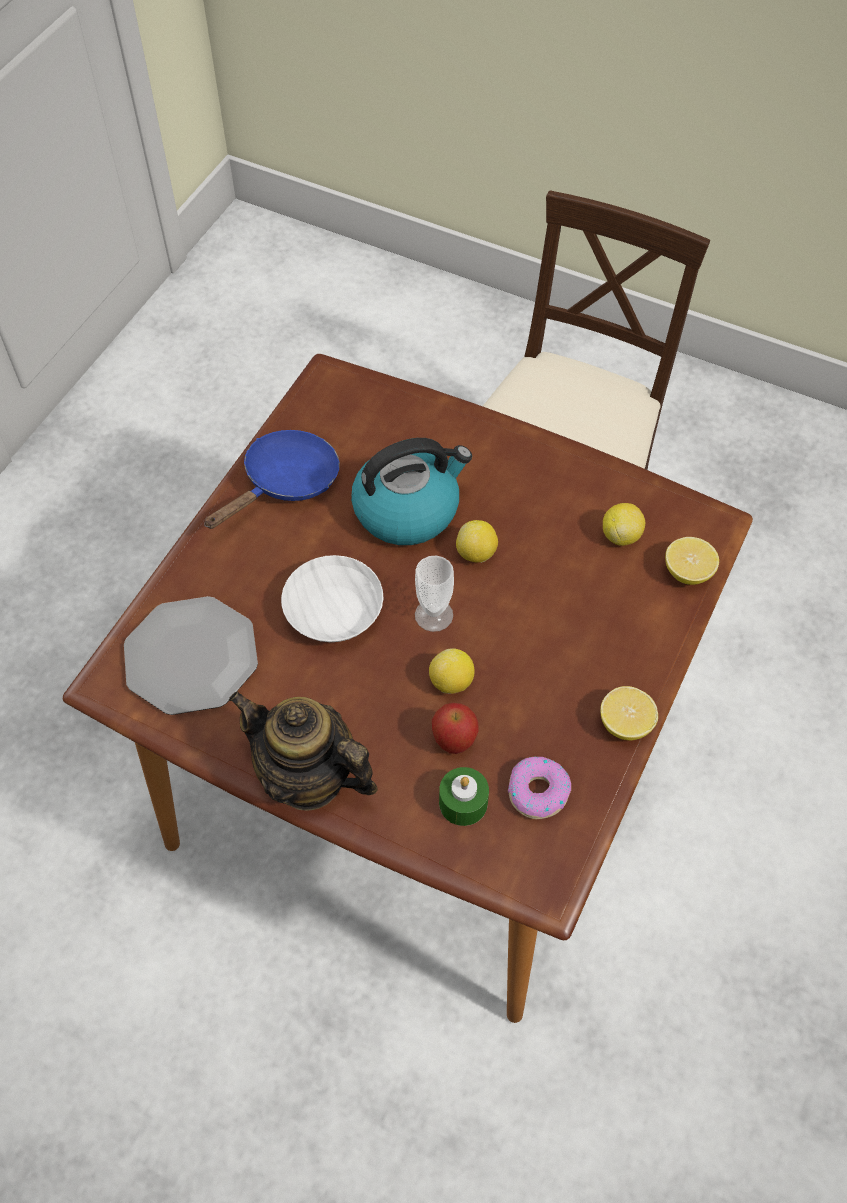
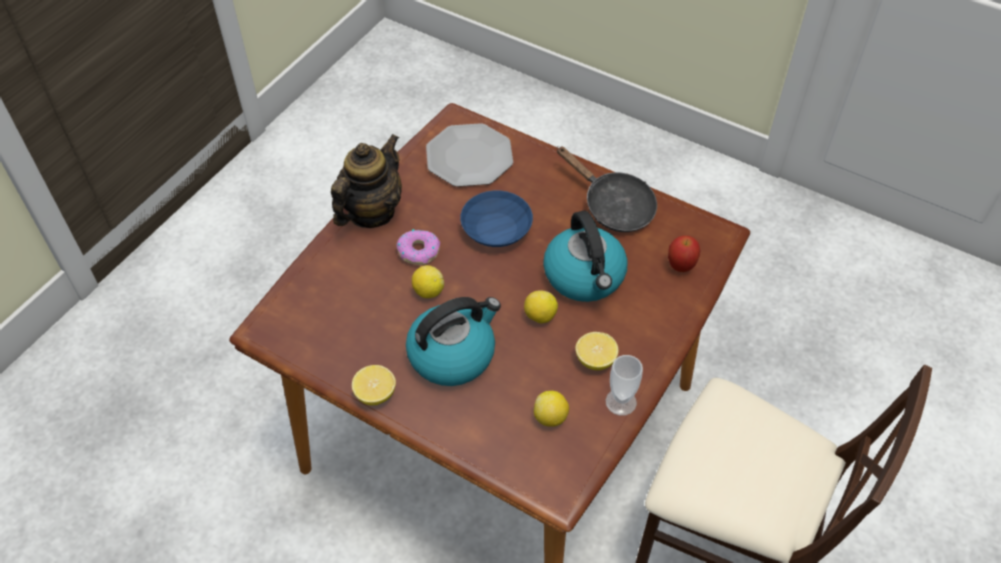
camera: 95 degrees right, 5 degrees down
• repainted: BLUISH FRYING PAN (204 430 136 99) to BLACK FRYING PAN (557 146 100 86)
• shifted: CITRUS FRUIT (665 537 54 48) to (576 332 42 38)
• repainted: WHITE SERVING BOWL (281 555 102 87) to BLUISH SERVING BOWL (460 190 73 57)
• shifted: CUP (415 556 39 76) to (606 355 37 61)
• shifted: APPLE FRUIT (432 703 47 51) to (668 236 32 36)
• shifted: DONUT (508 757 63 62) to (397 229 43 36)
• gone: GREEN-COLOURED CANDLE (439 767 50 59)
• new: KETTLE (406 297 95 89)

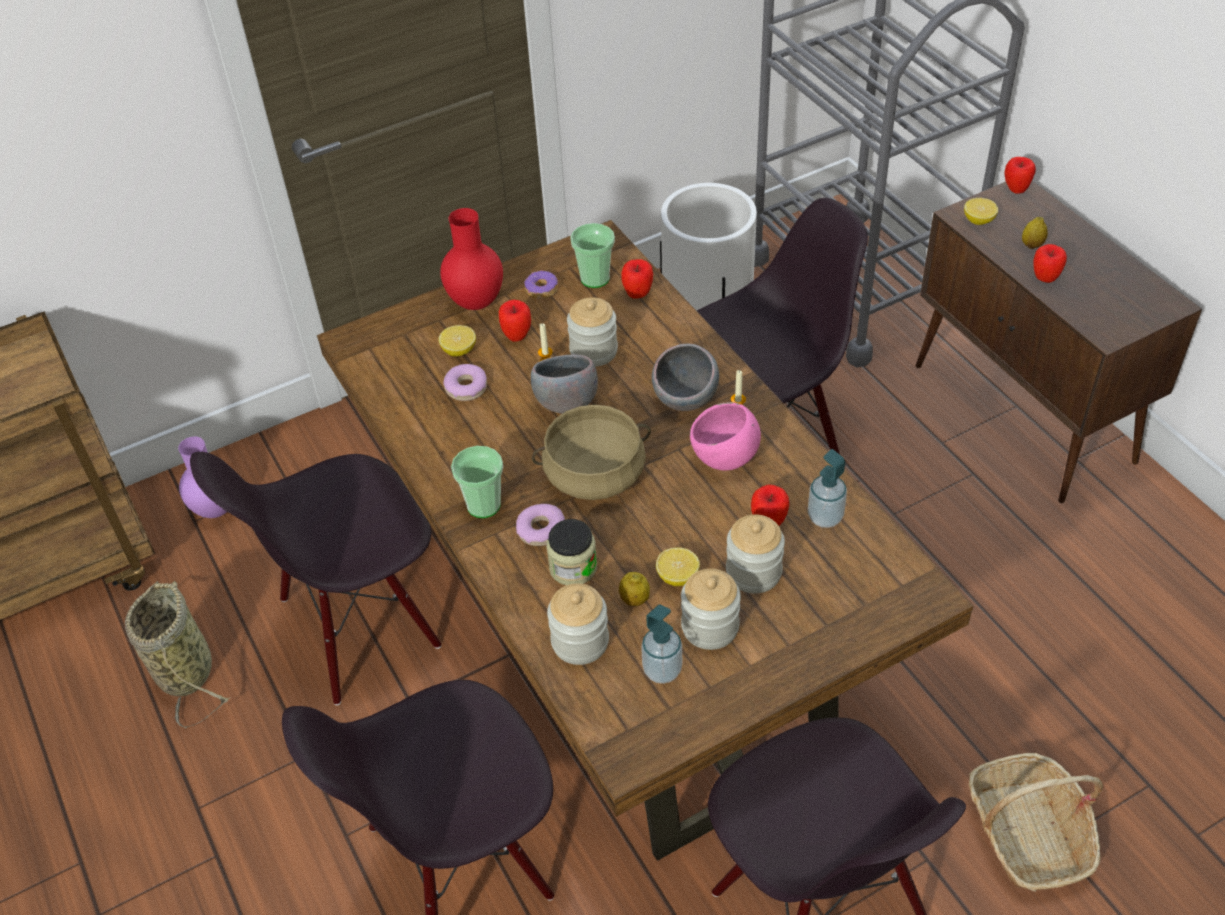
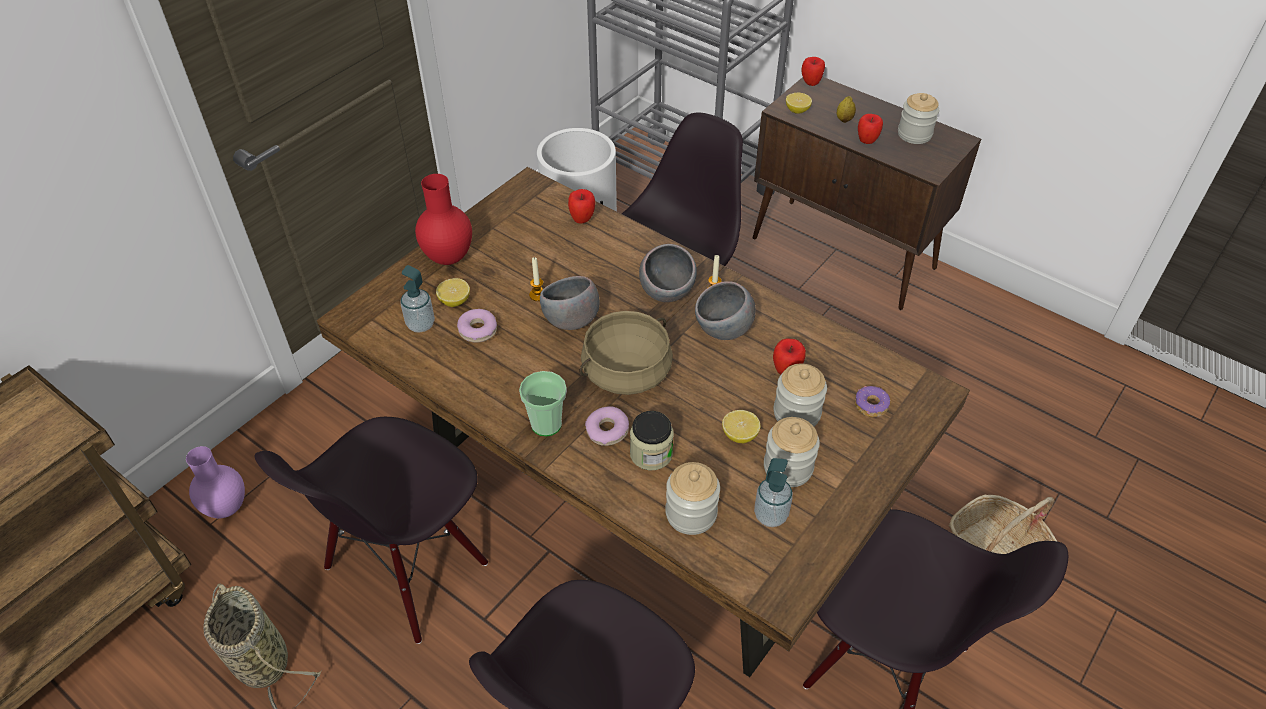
camera: 25 degrees left, 0 degrees up
• gone: CUP (570 223 45 65)
• shifted: DONUT (524 270 34 29) to (855 386 35 31)
• shifted: STORAGE JAR (567 297 51 70) to (898 93 41 51)
• gone: APPLE FRUIT (499 300 32 42)
• repainted: PINKISH SERVING BOWL (690 402 71 68) to GREY SERVING BOWL (695 281 61 59)
• shifted: SOAP BOTTLE (808 449 39 79) to (400 265 35 68)
• gone: CITRUS FRUIT (619 572 31 34)

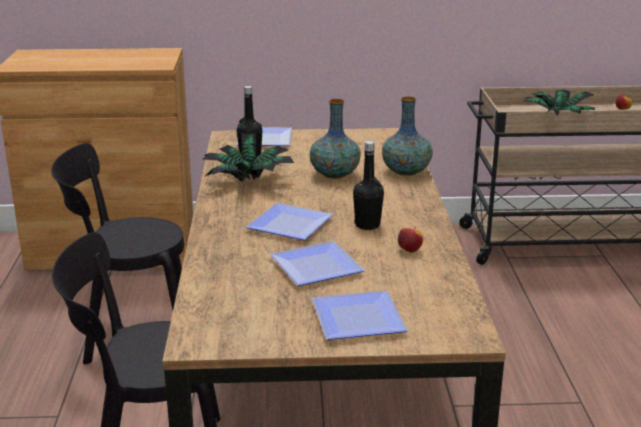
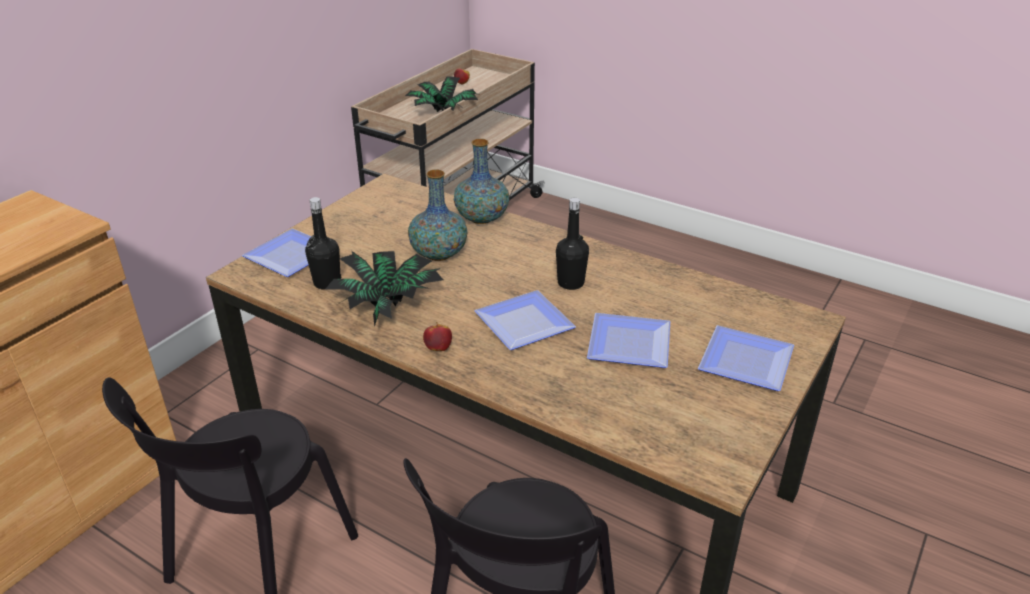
camera: 55 degrees left, 10 degrees up
• shifted: APPLE FRUIT (398 226 25 26) to (423 322 29 29)

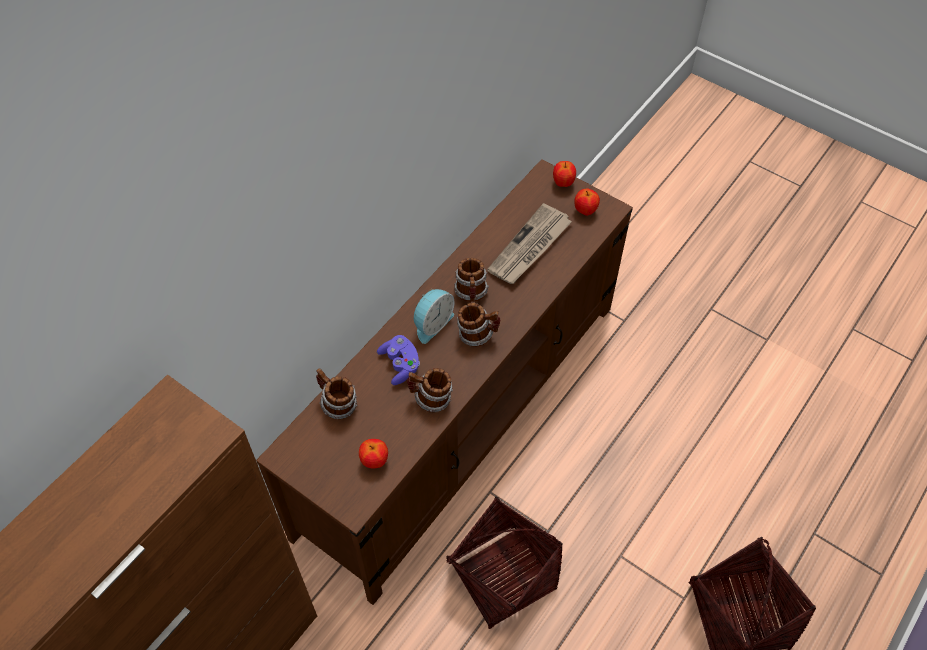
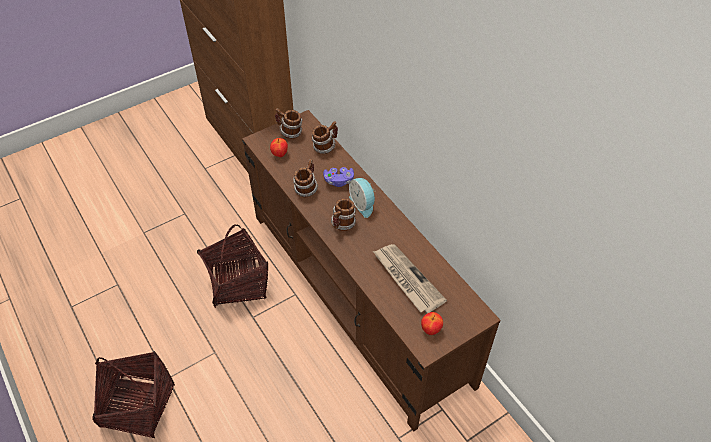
camera: 110 degrees right, 5 degrees down
• gone: APPLE FRUIT (553 161 23 26)
• shifted: TEA MUG (454 258 35 44) to (275 108 27 31)

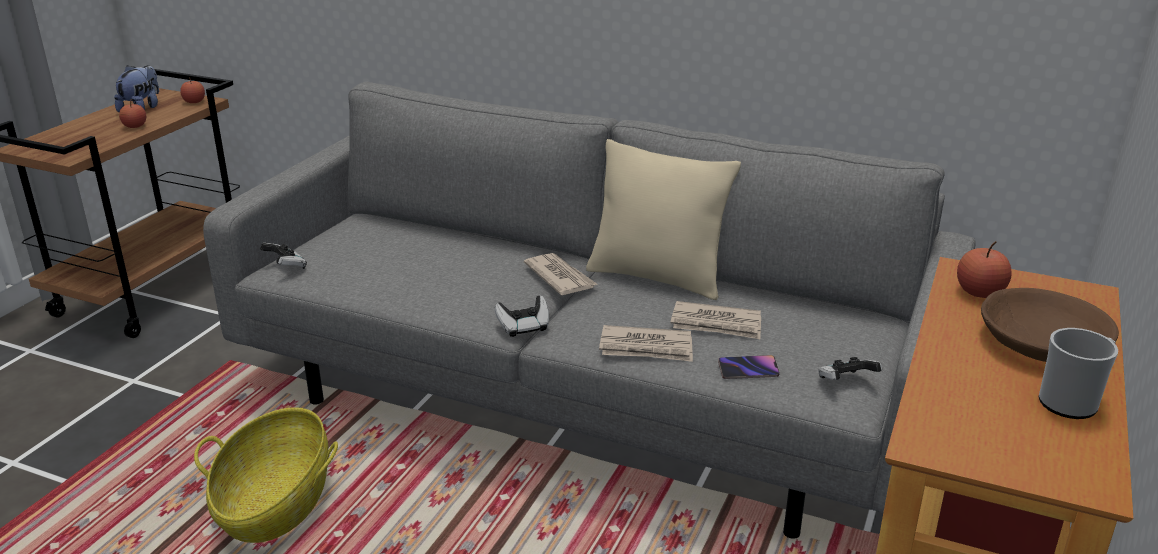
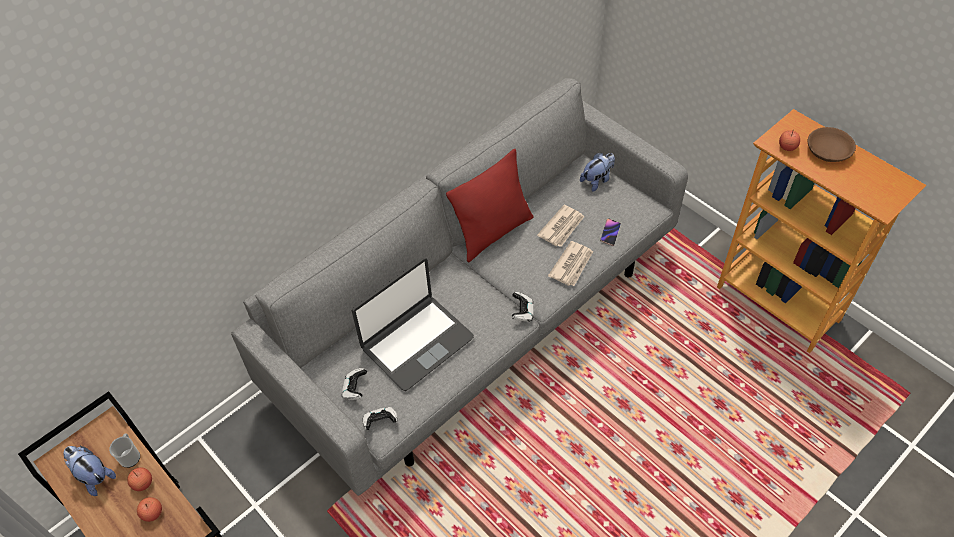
camera: 65 degrees left, 25 degrees up
• shifted: APPLE FRUIT (180 77 25 26) to (137 497 25 25)
• repainted: SAND-COLOURED THROW PILLOW (586 139 155 161) to RED-COLOURED THROW PILLOW (446 149 87 113)
• gone: NEWSPAPER (524 253 73 42)
• shifted: TEA MUG (1039 328 79 91) to (109 433 31 35)
• shifted: GAMEPAD (818 357 64 23) to (342 368 25 32)
• gone: HOUSEHOLD BASKET (194 408 144 135)
• new: CUDDLY TOY (580 153 35 39)
• new: NOTEBOOK COMPUTER (352 257 122 134)

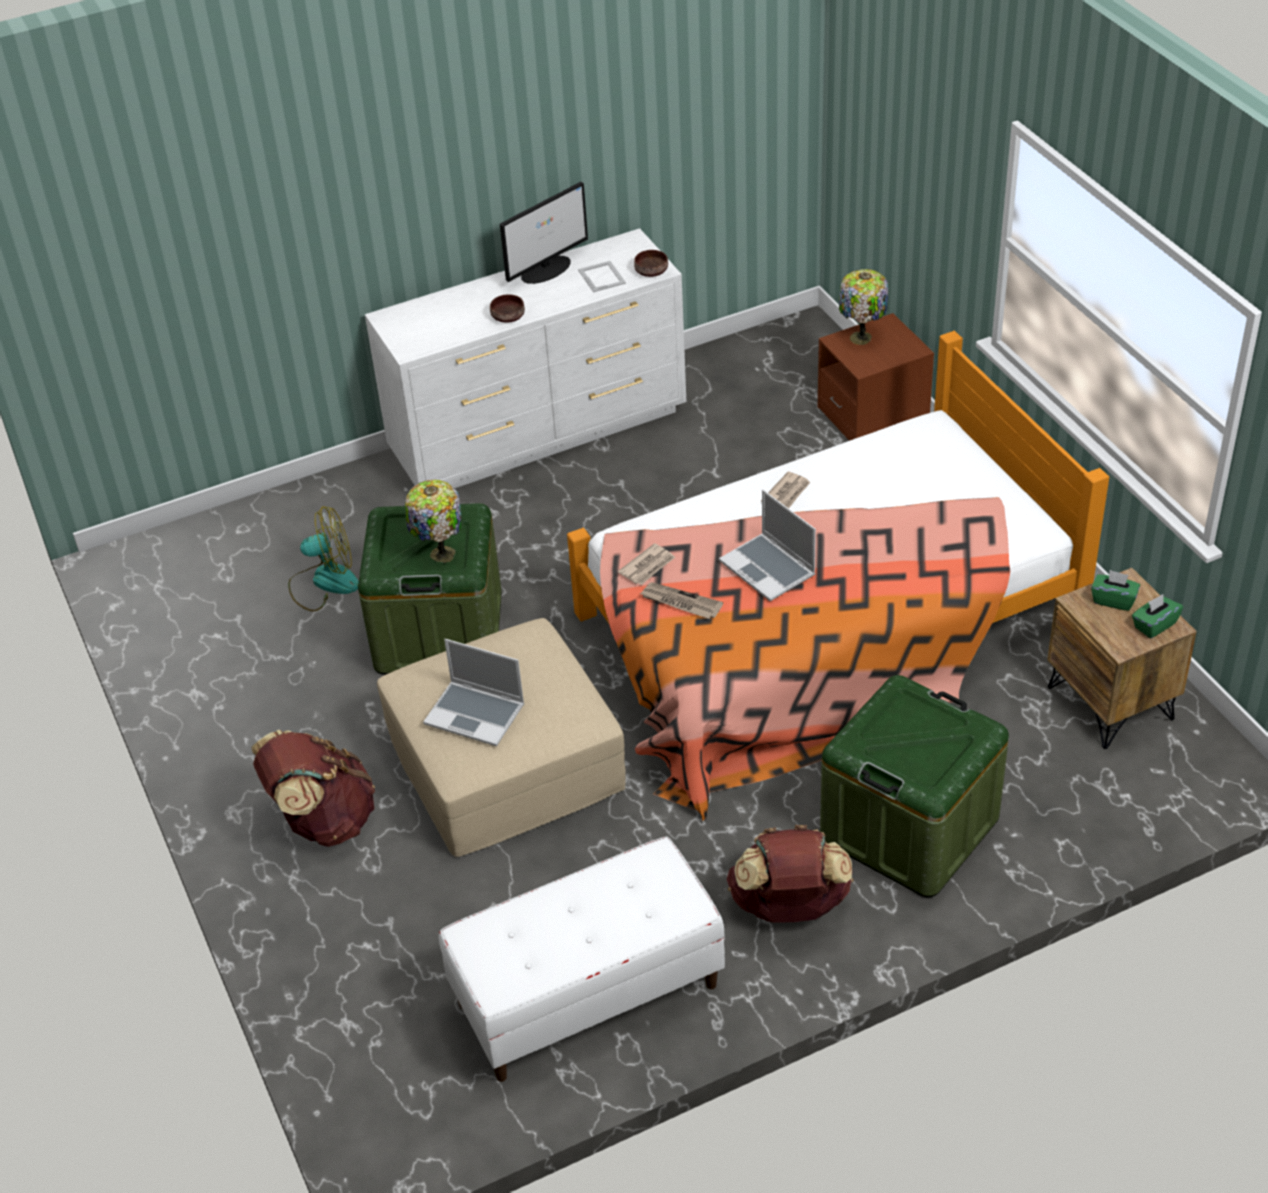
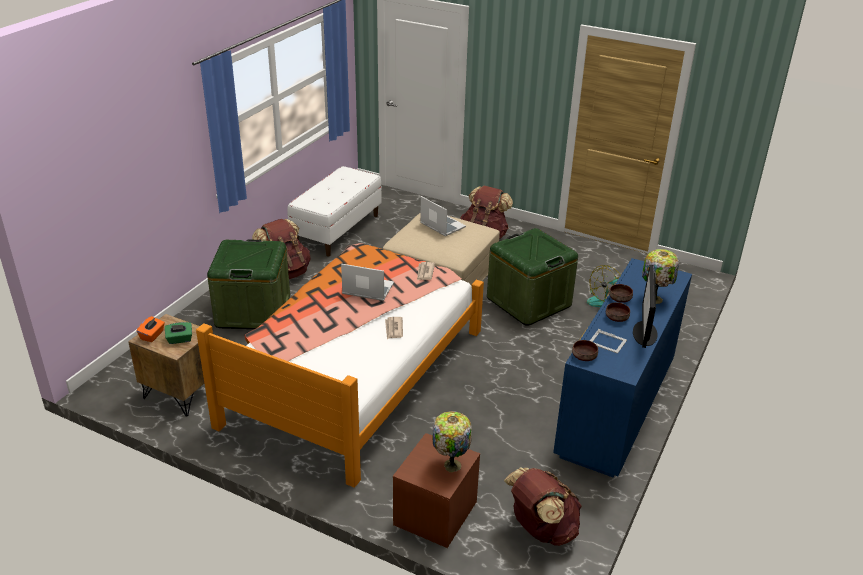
camera: 140 degrees right, 10 degrees down
• repainted: WHITE CHEST OF DRAWERS (365 228 321 260) to BLUISH CHEST OF DRAWERS (553 258 139 219)
• shifted: TABLE LAMP (405 480 57 83) to (642 249 37 55)
• gone: NEWSPAPER (640 582 83 37)
• repainted: GREEN-COLOURED TISSUE HOLDER (1132 594 51 44) to ORANGEY TISSUE HOLDER (137 316 28 26)
• rotated: NOTEBOOK COMPUTER (423 639 102 108) = (420 196 46 40) 60 degrees clockwise
• new: BROWN SERVING BOWL (606 302 24 20)
• new: BROWN KNAPSACK (504 467 78 79)

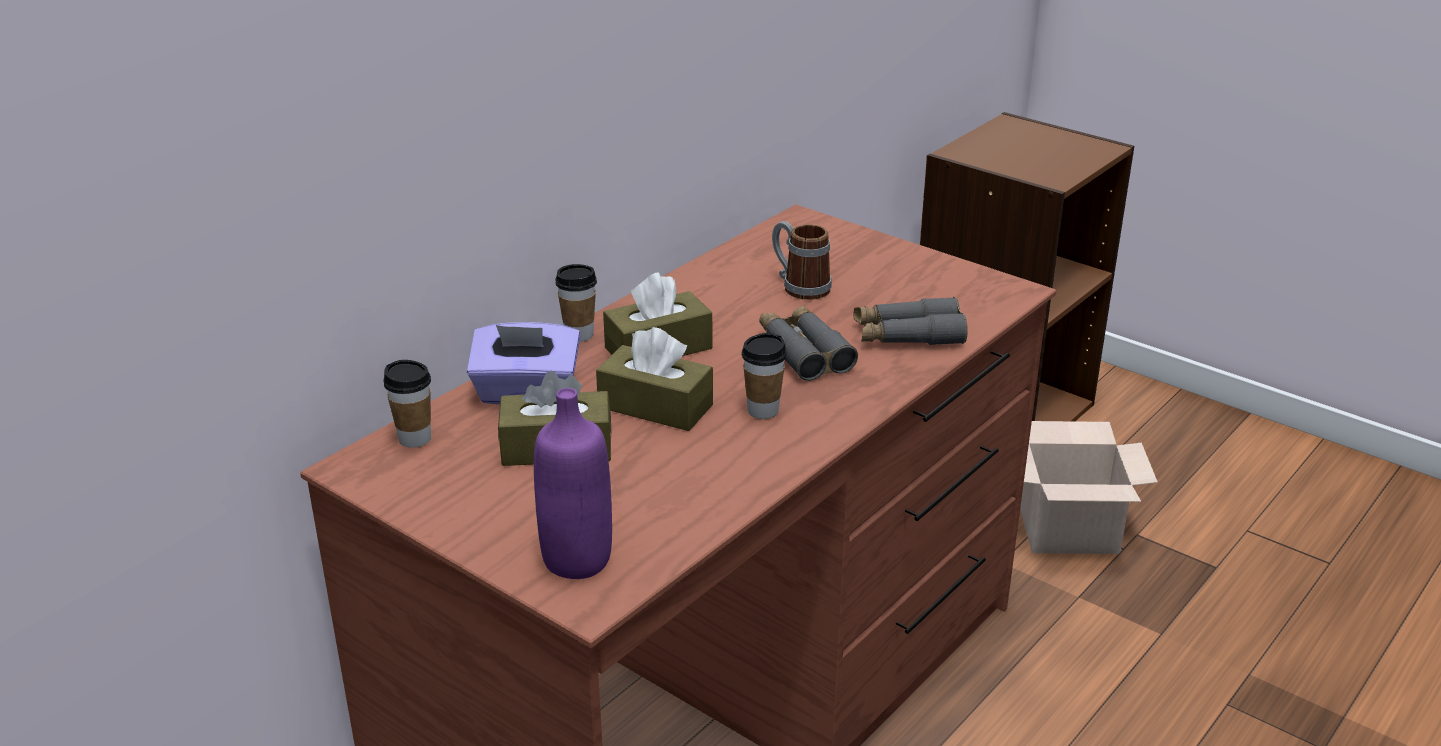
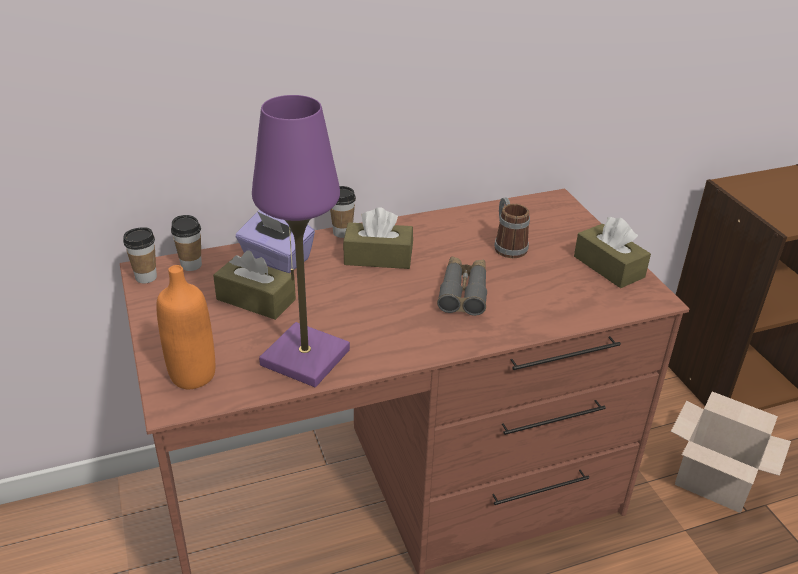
camera: 30 degrees right, 5 degrees up
• gone: GREY PAIR OF BINOCULARS (854 297 114 48)
• shifted: BROWN TISSUE HOLDER (596 327 117 104) to (574 217 77 71)
• shifted: CUP (742 333 45 86) to (123 227 34 57)
• repainted: PURPLE-COLOURED DRINK BOTTLE (534 388 78 191) to ORANGEY DRINK BOTTLE (156 265 59 124)
• new: PURPLE-COLOURED TABLE LAMP (252 95 98 292)

